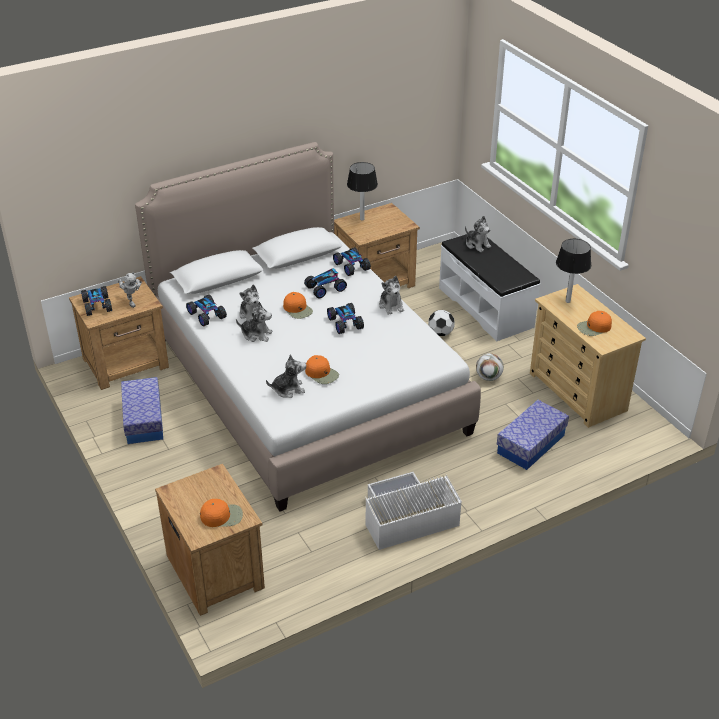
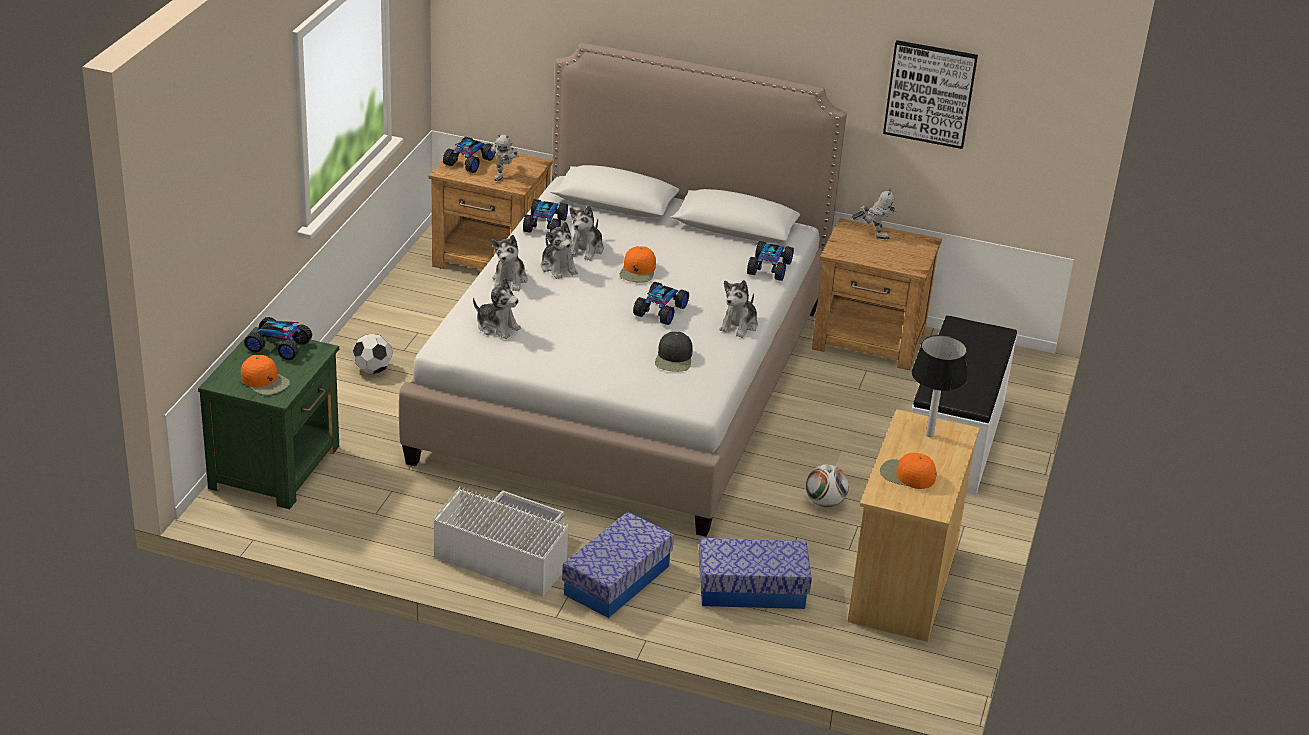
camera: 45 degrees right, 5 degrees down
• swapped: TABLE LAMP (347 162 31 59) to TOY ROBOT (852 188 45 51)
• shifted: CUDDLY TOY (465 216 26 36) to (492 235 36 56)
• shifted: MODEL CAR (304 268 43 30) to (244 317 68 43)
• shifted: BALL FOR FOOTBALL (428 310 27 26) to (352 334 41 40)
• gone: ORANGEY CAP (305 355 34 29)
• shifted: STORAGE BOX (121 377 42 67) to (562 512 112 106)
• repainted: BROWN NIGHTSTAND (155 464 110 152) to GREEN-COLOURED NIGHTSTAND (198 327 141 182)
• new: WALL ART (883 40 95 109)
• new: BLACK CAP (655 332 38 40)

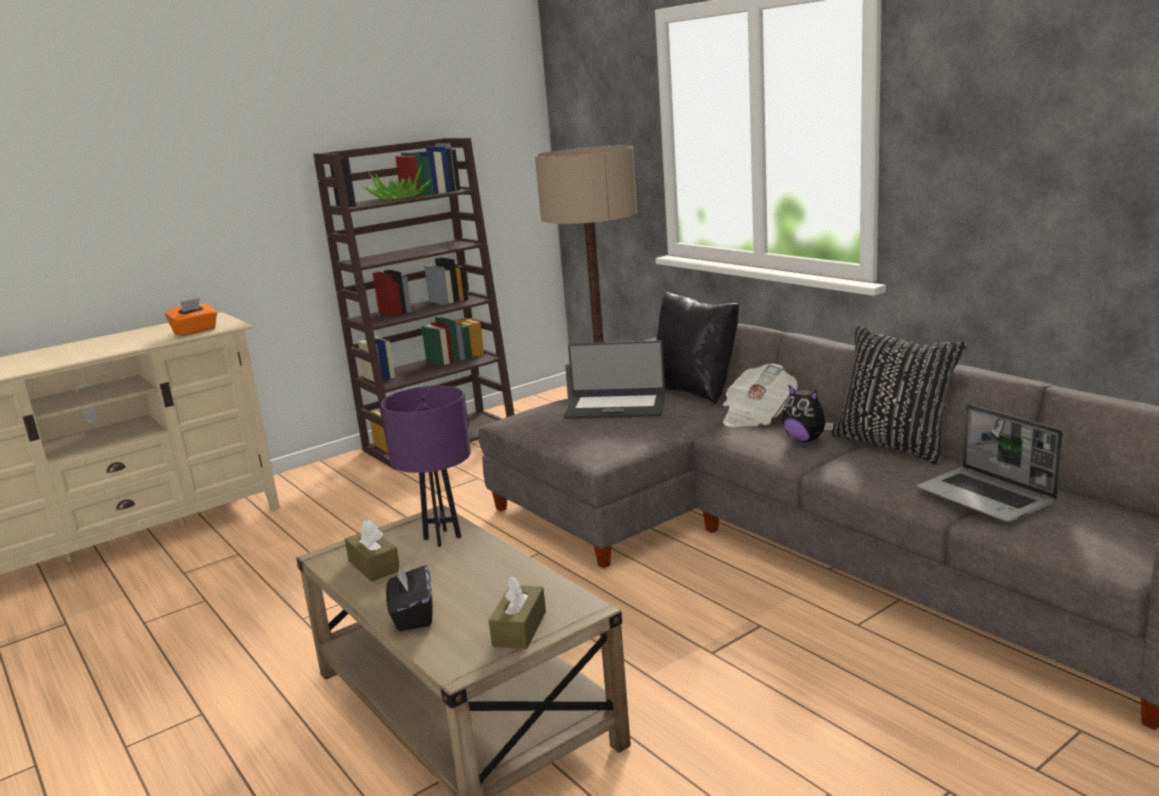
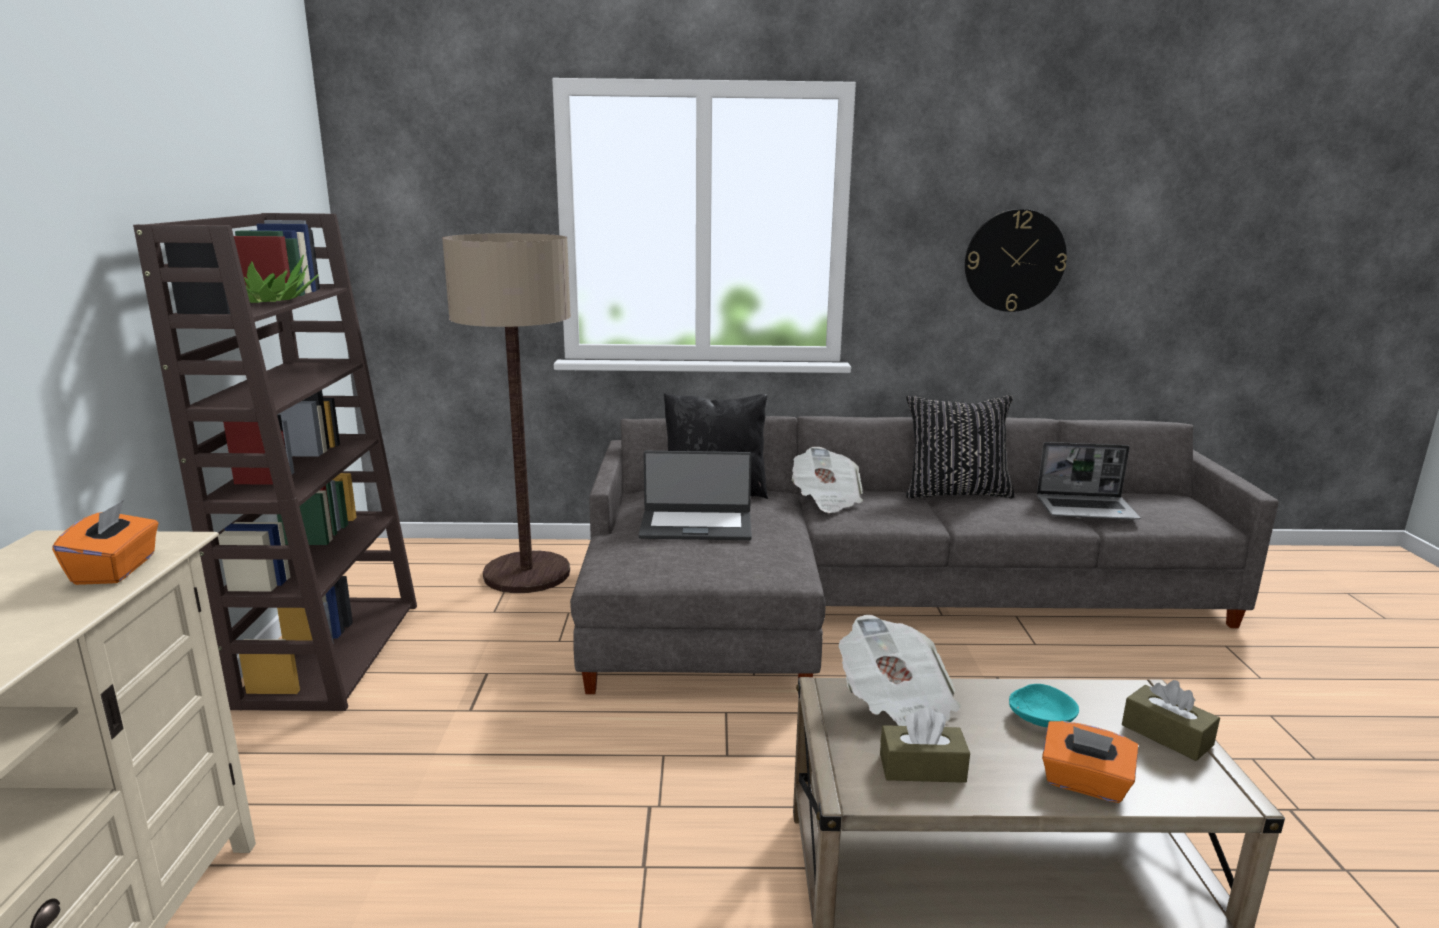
camera: 55 degrees left, 0 degrees up
• rotated: NOTEBOOK COMPUTER (564 340 101 79) = (638 451 114 89) 45 degrees clockwise
• swapped: PURPLE-COLOURED TABLE LAMP (381 385 90 162) to NEWSPAPER (839 615 122 111)
• gone: CUDDLY TOY (782 385 52 57)
• repainted: BLACK TISSUE HOLDER (386 563 47 68) to ORANGEY TISSUE HOLDER (1042 721 96 82)
• new: WALL CLOCK (965 209 102 103)
• new: TURQUOISE SERVING BOWL (1009 684 70 43)

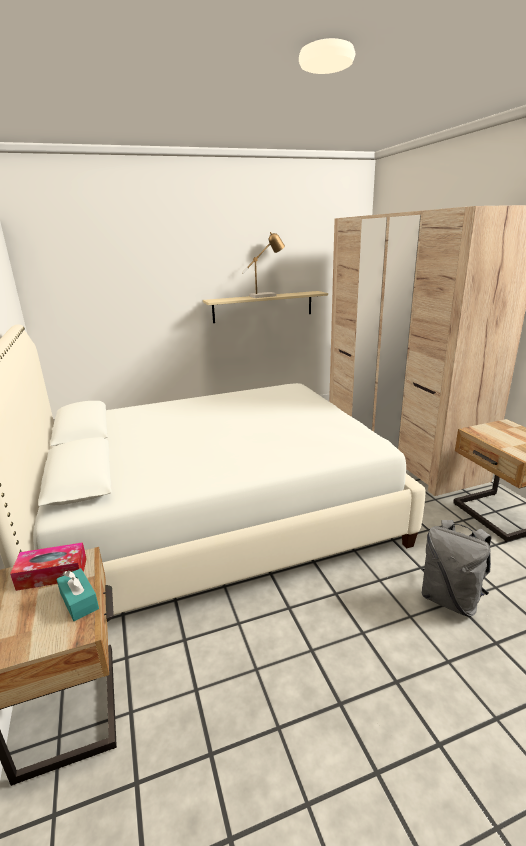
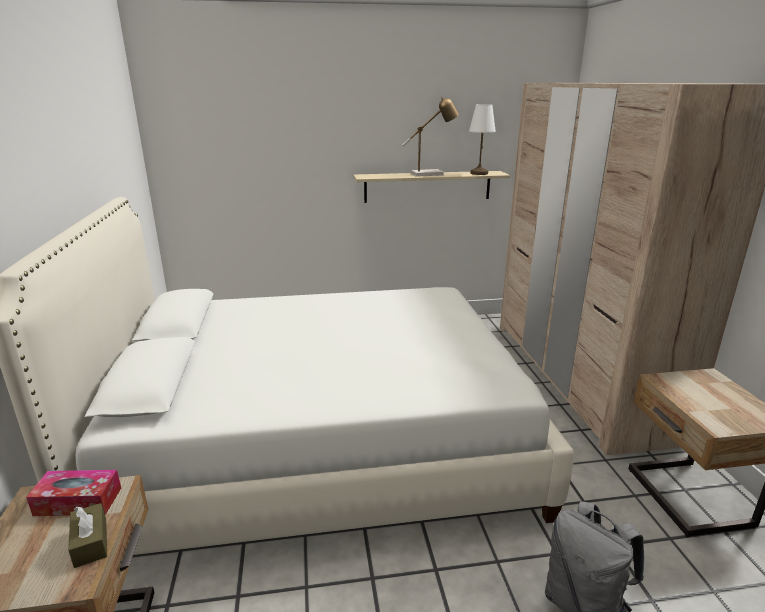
camera: 10 degrees right, 0 degrees up
• repainted: TURQUOISE TISSUE HOLDER (56 568 43 53) to BROWN TISSUE HOLDER (68 503 39 65)
• new: WHITE TABLE LAMP (469 104 27 71)

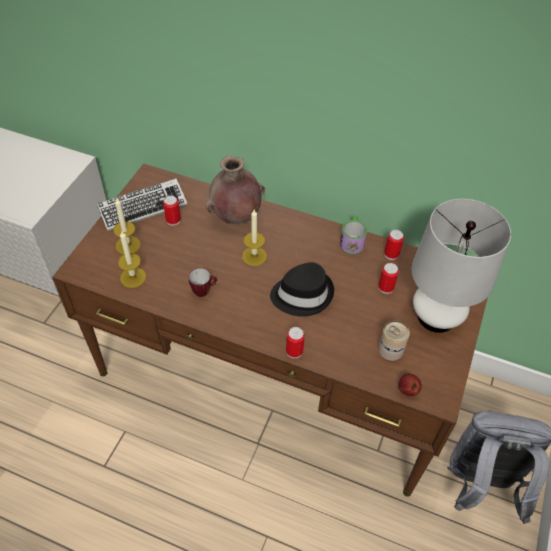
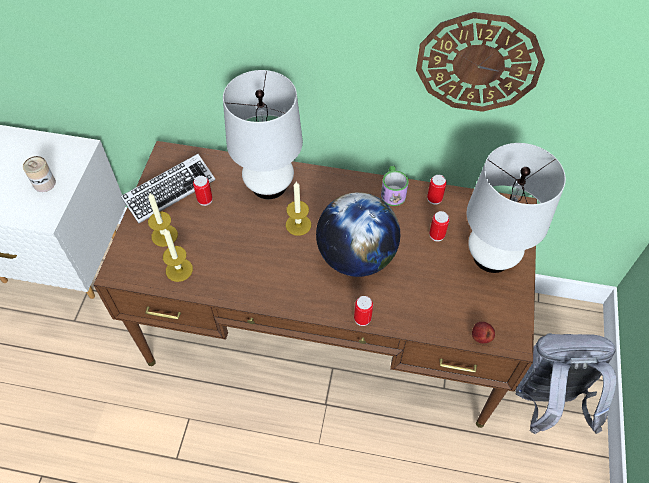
camera: 10 degrees left, 5 degrees up
• swapped: BROWN DECORATIVE VASE (205 156 60 68) to WHITE TABLE LAMP (223 70 80 129)
• swapped: BLACK CLOTHING HAT (270 262 64 55) to GLOBE (316 192 84 85)
• gone: TEA MUG (189 268 28 29)
• shifted: METAL CAN (378 321 32 40) to (23 156 33 36)
• new: WALL CLOCK (416 12 129 100)

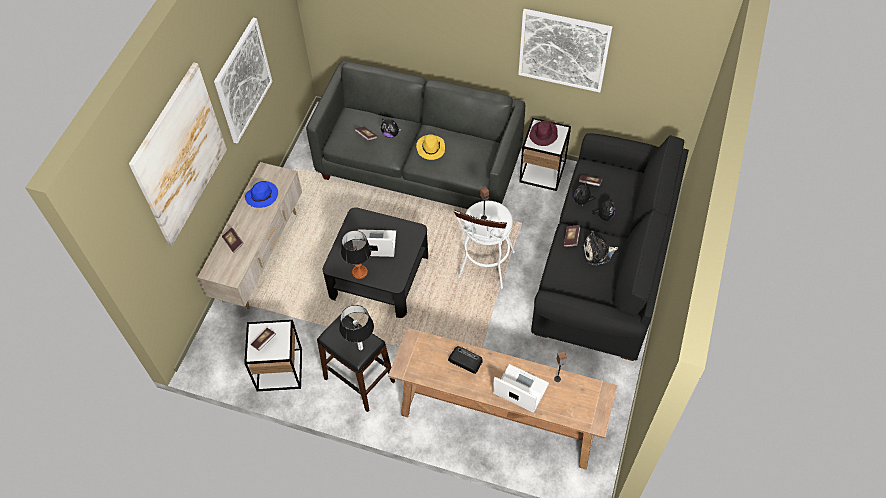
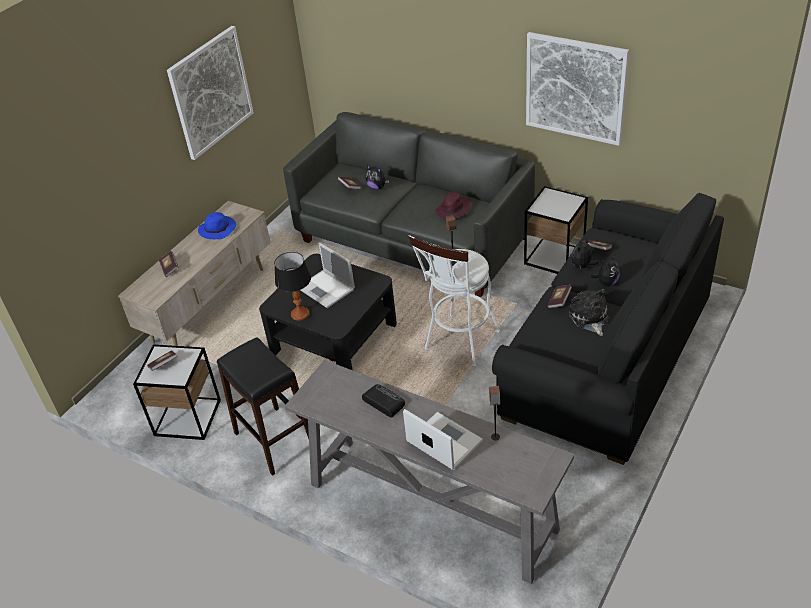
camera: 15 degrees right, 15 degrees down
• gone: WALL ART (129 62 98 183)
• shifted: PURPLE-COLOURED CLOTHING HAT (529 121 29 25) to (435 192 36 27)
• gone: YELLOW CLOTHING HAT (416 134 29 26)
• rotated: NOTEBOOK COMPUTER (352 229 44 28) = (301 242 54 66) 150 degrees counterclockwise
• rotated: CUDDLY TOY (582 231 36 34) = (569 289 40 47) 75 degrees clockwise
• gone: TABLE LAMP (339 305 35 45)
• repainted: BROWN CONSOLE TABLE (388 328 229 142) to GREY CONSOLE TABLE (284 360 291 224)

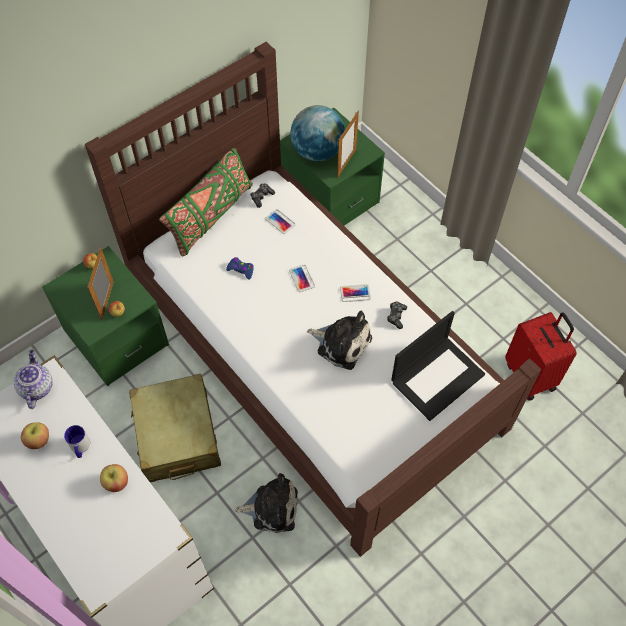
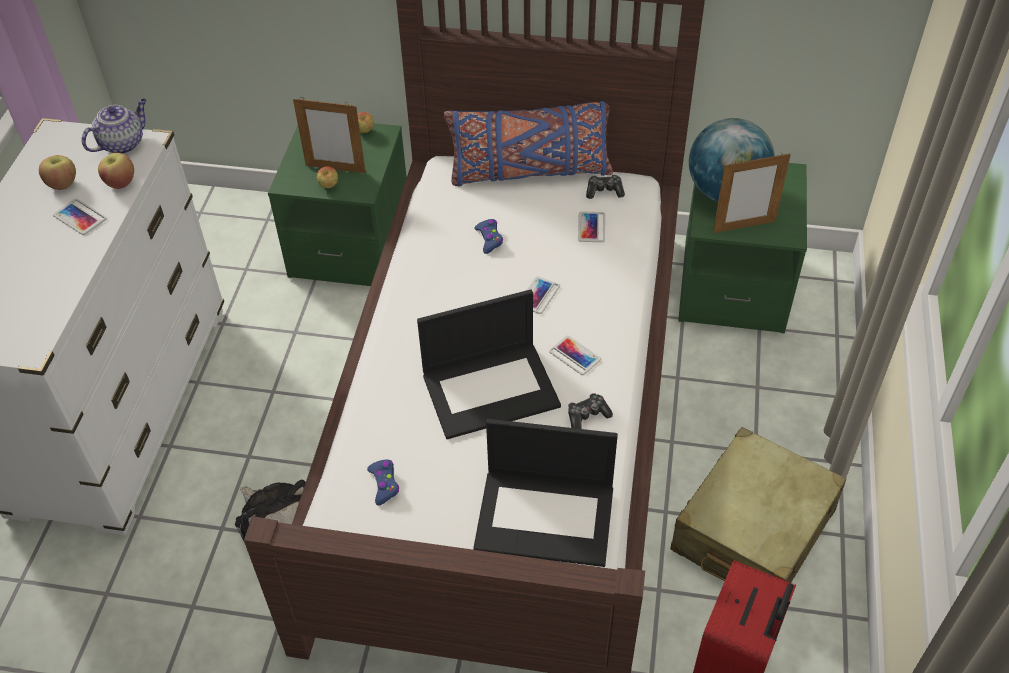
camera: 50 degrees right, 10 degrees down
• repainted: GREEN-COLOURED THROW PILLOW (159 148 94 108) to BLUISH THROW PILLOW (444 101 169 85)
• rotated: PHOTO FRAME (87 247 27 74) = (293 98 73 75) 135 degrees counterclockwise
• swapped: CUDDLY TOY (307 311 65 59) to NOTEBOOK COMPUTER (417 289 144 150)
• shifted: SAND-COLOURED PIECE OF LUGGAGE (129 374 92 108) to (670 427 176 156)
• swapped: TEA MUG (64 425 26 33) to TELEPHONE (53 199 54 36)
• shifted: APPLE FRUIT (100 464 28 28) to (98 153 36 36)
• new: BLUISH GAMEPAD (367 459 32 47)

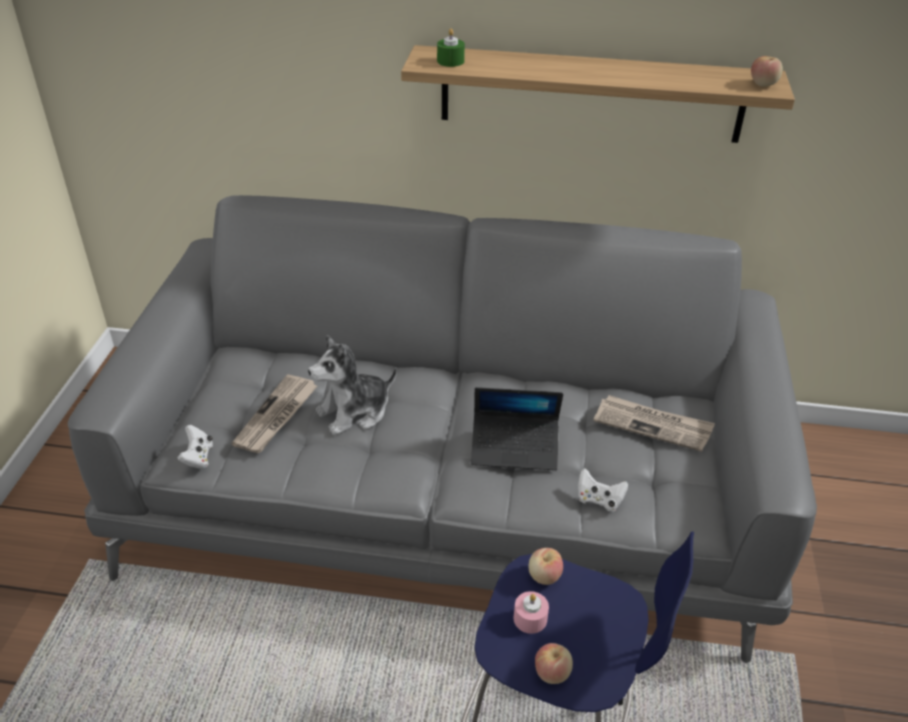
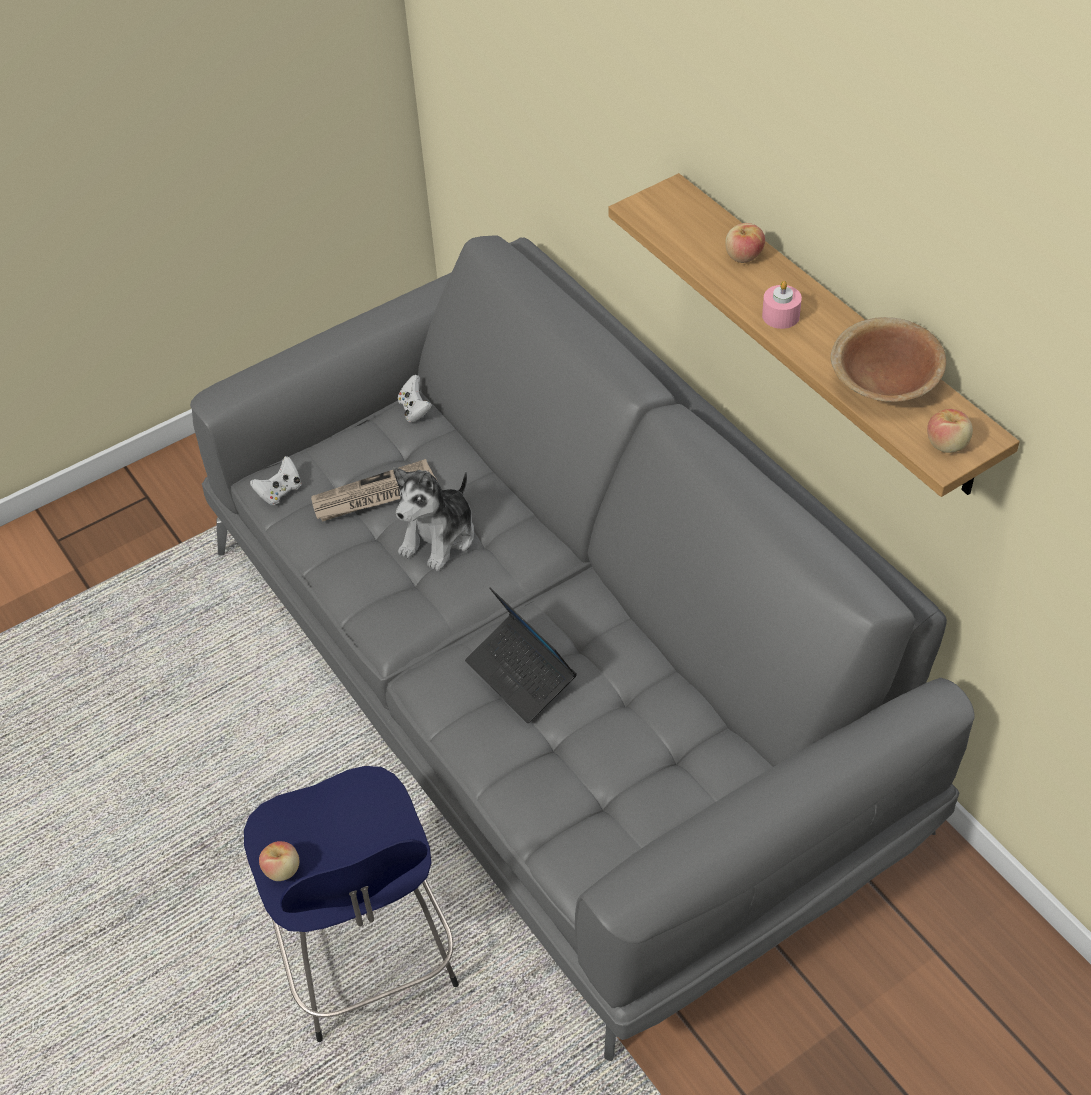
camera: 50 degrees right, 10 degrees up
• gone: GREEN-COLOURED CANDLE (437 28 28 39)
• rotated: CUDDLY TOY (308 335 89 100) = (393 468 81 103) 75 degrees counterclockwise
• gone: NEWSPAPER (593 395 122 57)
• shifted: WHITE GAMEPAD (578 468 50 43) to (398 375 34 47)
• shifted: APPLE FRUIT (529 548 34 37) to (725 223 40 40)
• shifted: PINKISH CANDLE (514 591 35 43) to (762 281 40 48)
• new: BROWN SERVING BOWL (830 317 116 85)

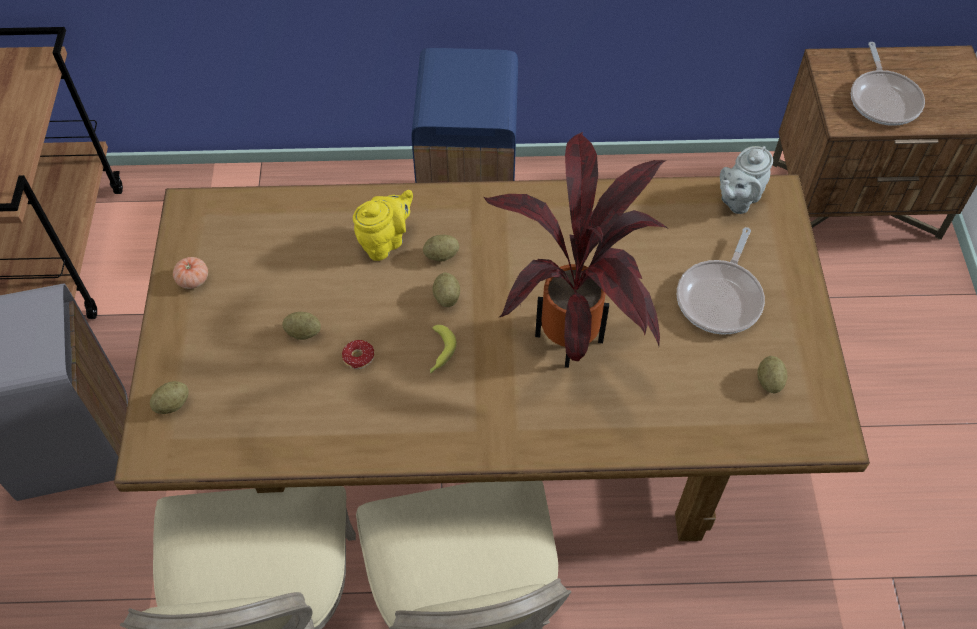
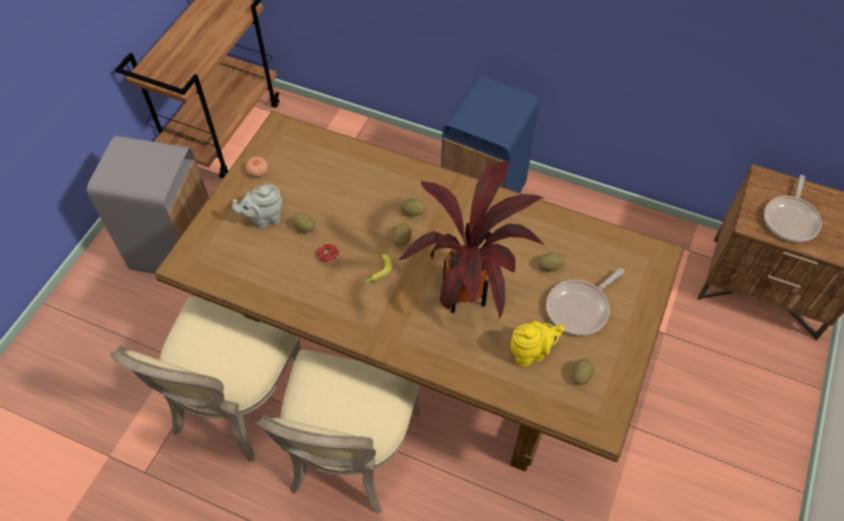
camera: 25 degrees right, 0 degrees up
• shifted: GREY POT FOR TEA (720 146 53 68) to (232 184 51 45)
• shifted: YELLOW POT FOR TEA (353 190 60 71) to (511 321 53 46)
• shifted: WHOLE POTATO (150 381 39 33) to (539 252 26 20)

